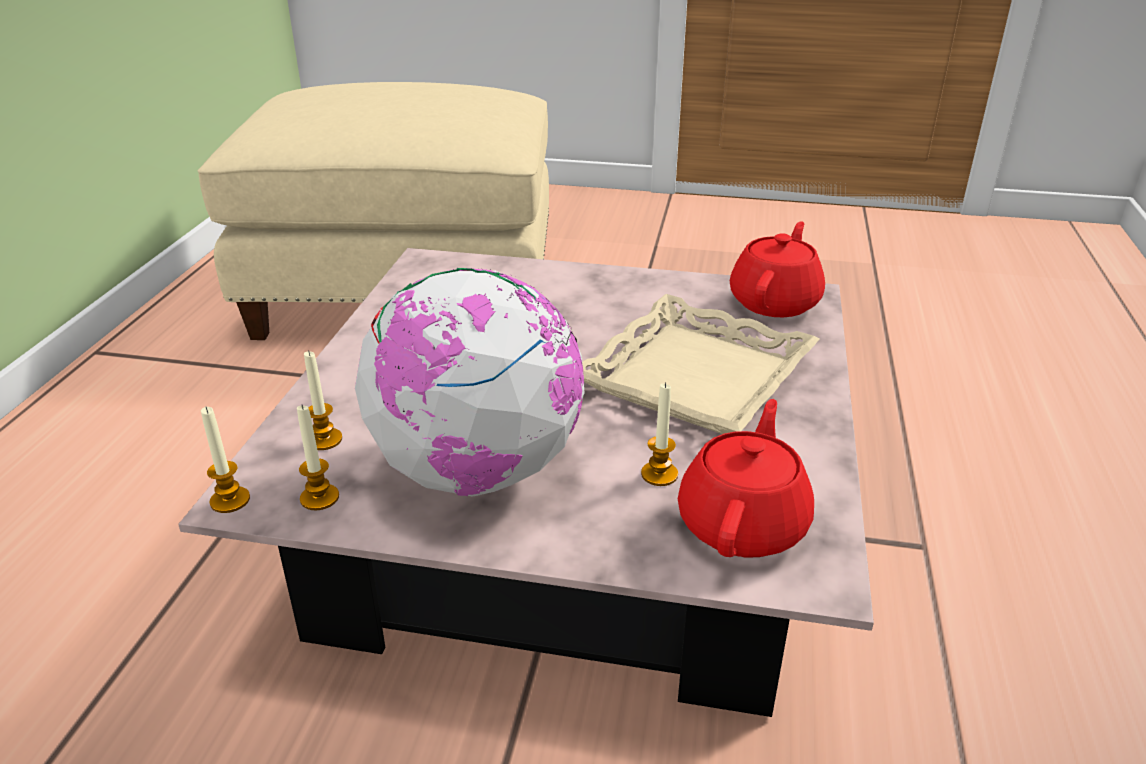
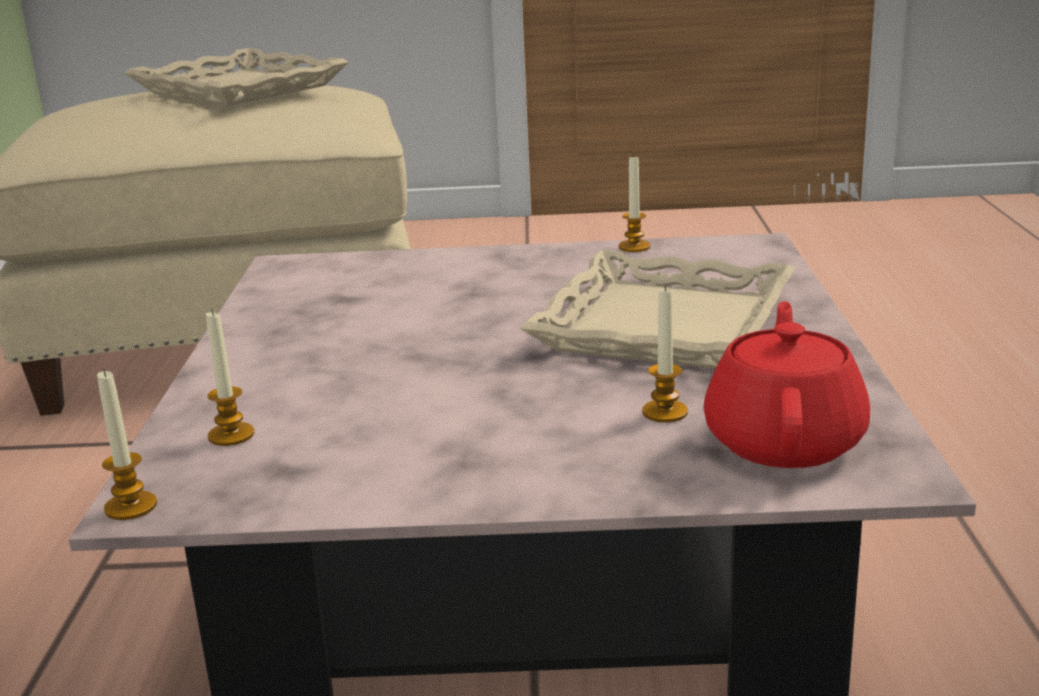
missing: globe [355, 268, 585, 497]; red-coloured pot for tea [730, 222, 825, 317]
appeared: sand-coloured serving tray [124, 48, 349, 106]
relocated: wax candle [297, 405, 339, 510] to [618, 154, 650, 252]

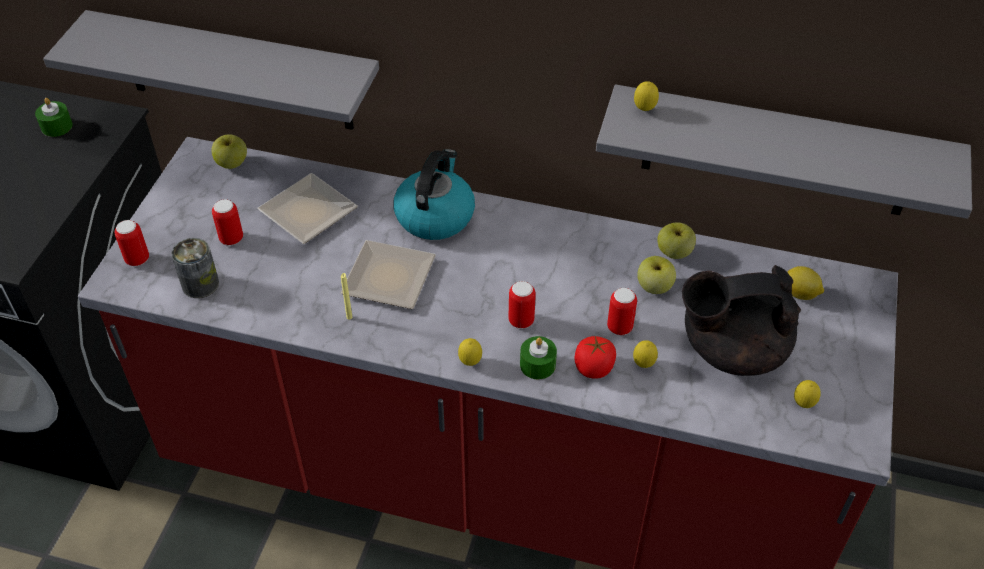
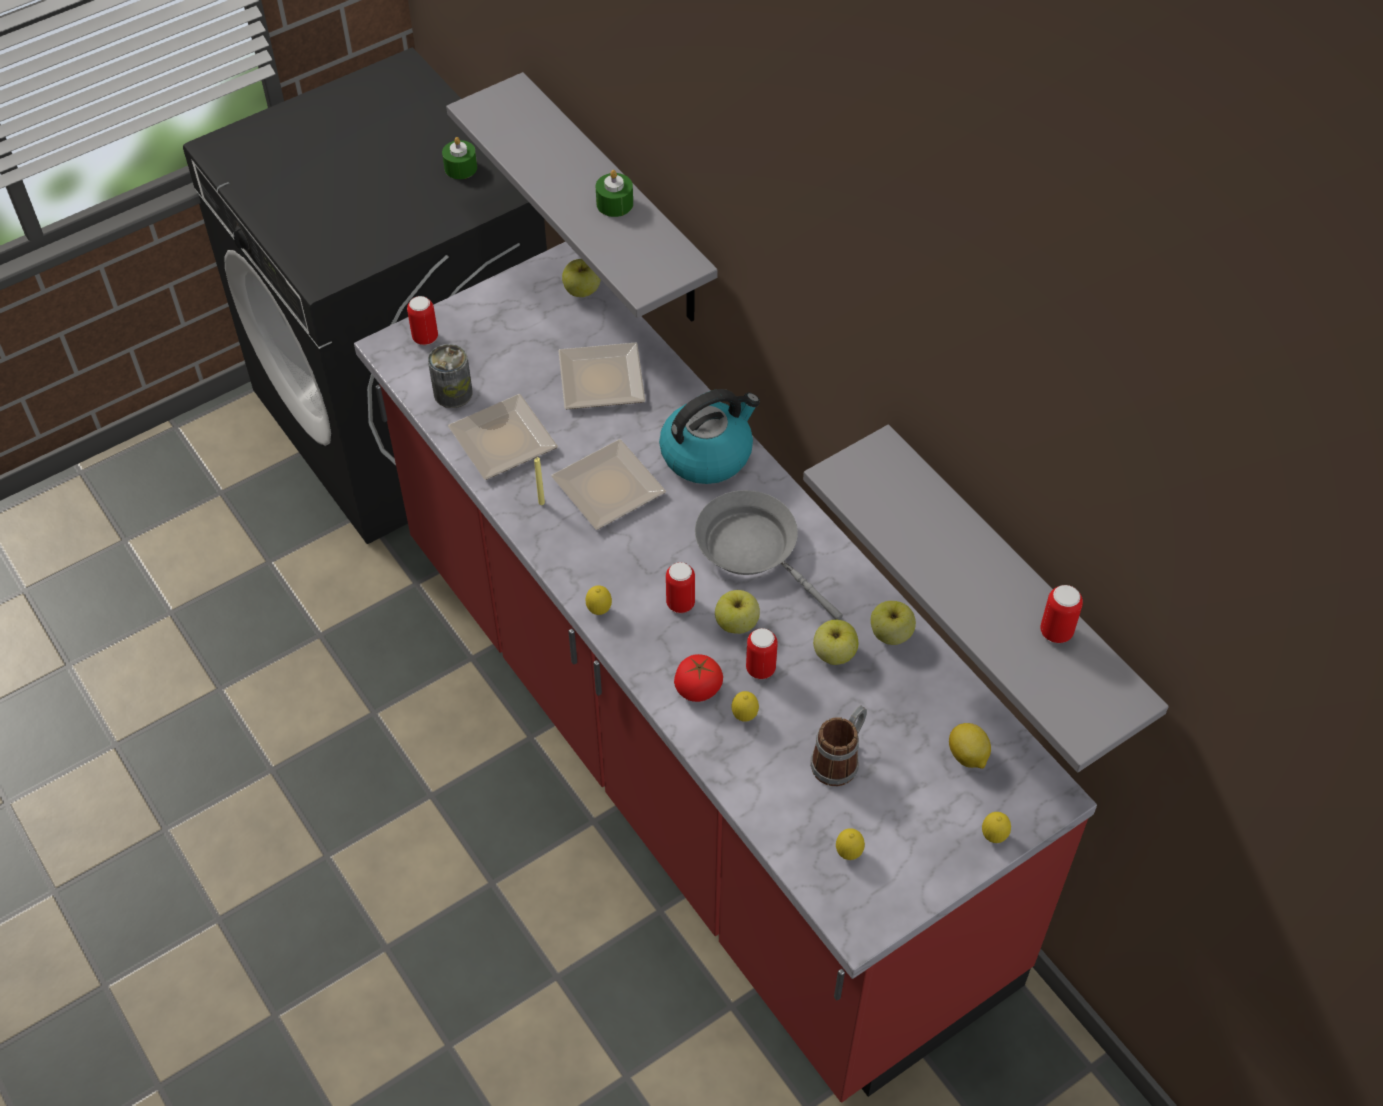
appeared: plate [448, 394, 558, 480]; gray skillet [695, 490, 843, 620]; apple fruit [715, 590, 760, 634]
relocated: can [212, 199, 243, 245] to [1040, 585, 1083, 643]; green-coloured wax candle [520, 336, 557, 380] to [596, 170, 633, 217]; whole lemon [634, 81, 659, 111] to [982, 812, 1011, 843]
exchanged: blackish pot for tea [682, 265, 801, 376] to tea mug [810, 706, 867, 786]

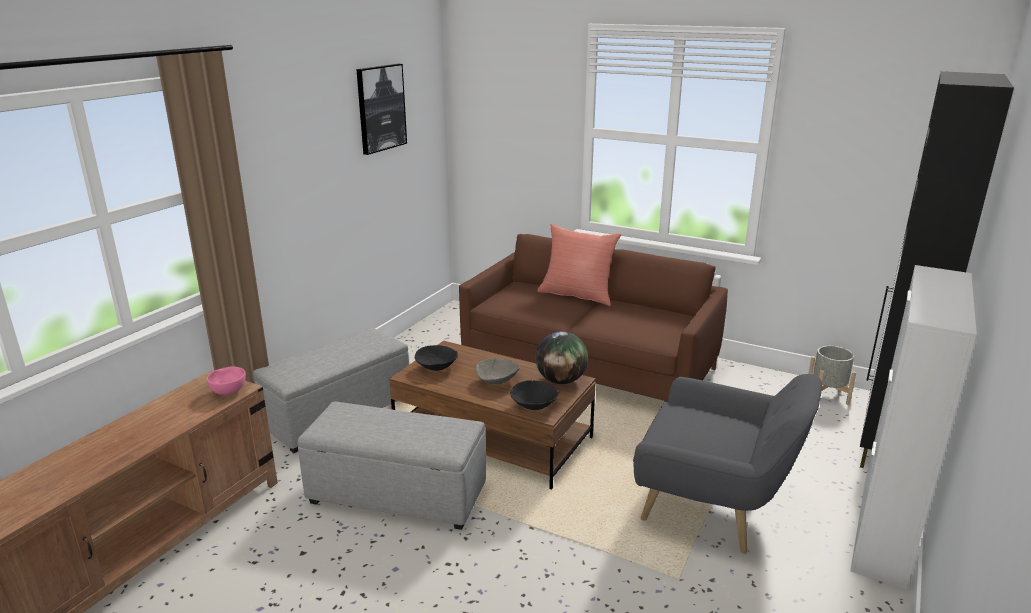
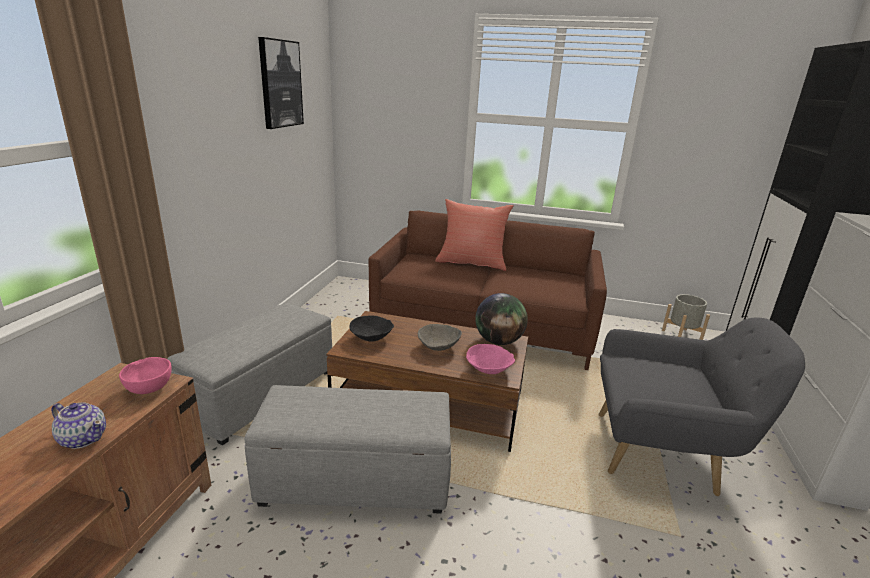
appeared: pot for tea [51, 403, 106, 449]
colour: blackish deep dish [510, 380, 559, 410] to pinkish deep dish [466, 344, 515, 374]

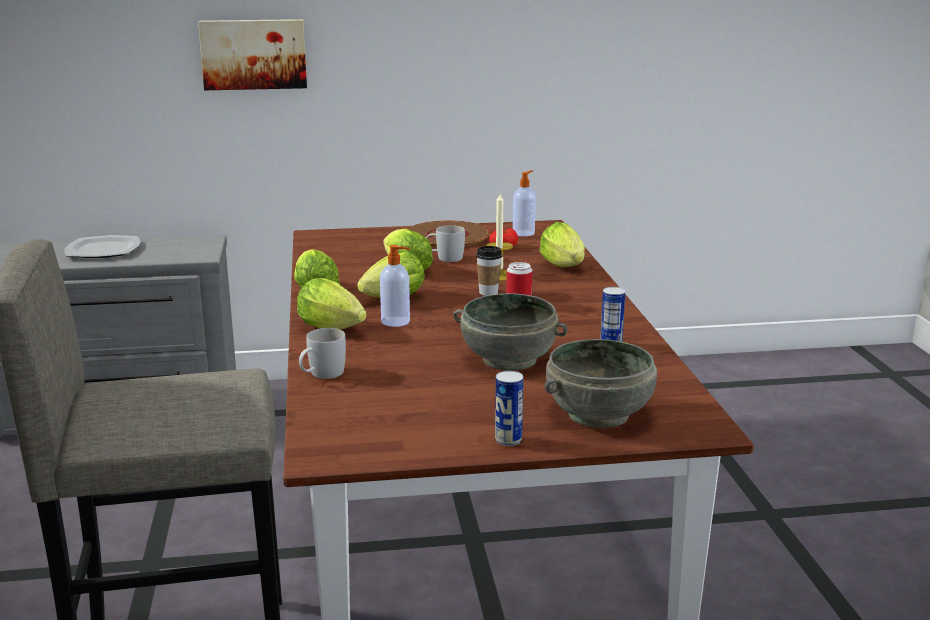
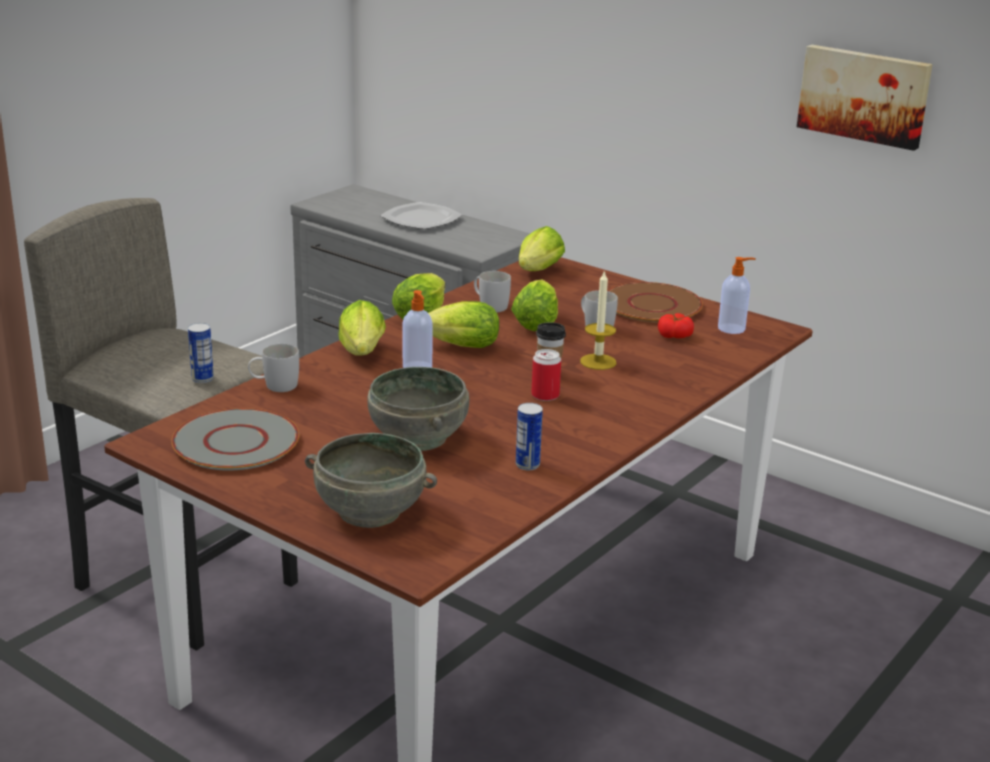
appeared: gray plate [171, 408, 299, 471]; white tea mug [474, 271, 511, 313]
relocated: wall picture [198, 19, 307, 90] to [797, 45, 933, 151]; can [495, 371, 523, 446] to [188, 323, 214, 383]; lettuce head [539, 222, 585, 267] to [519, 226, 565, 271]

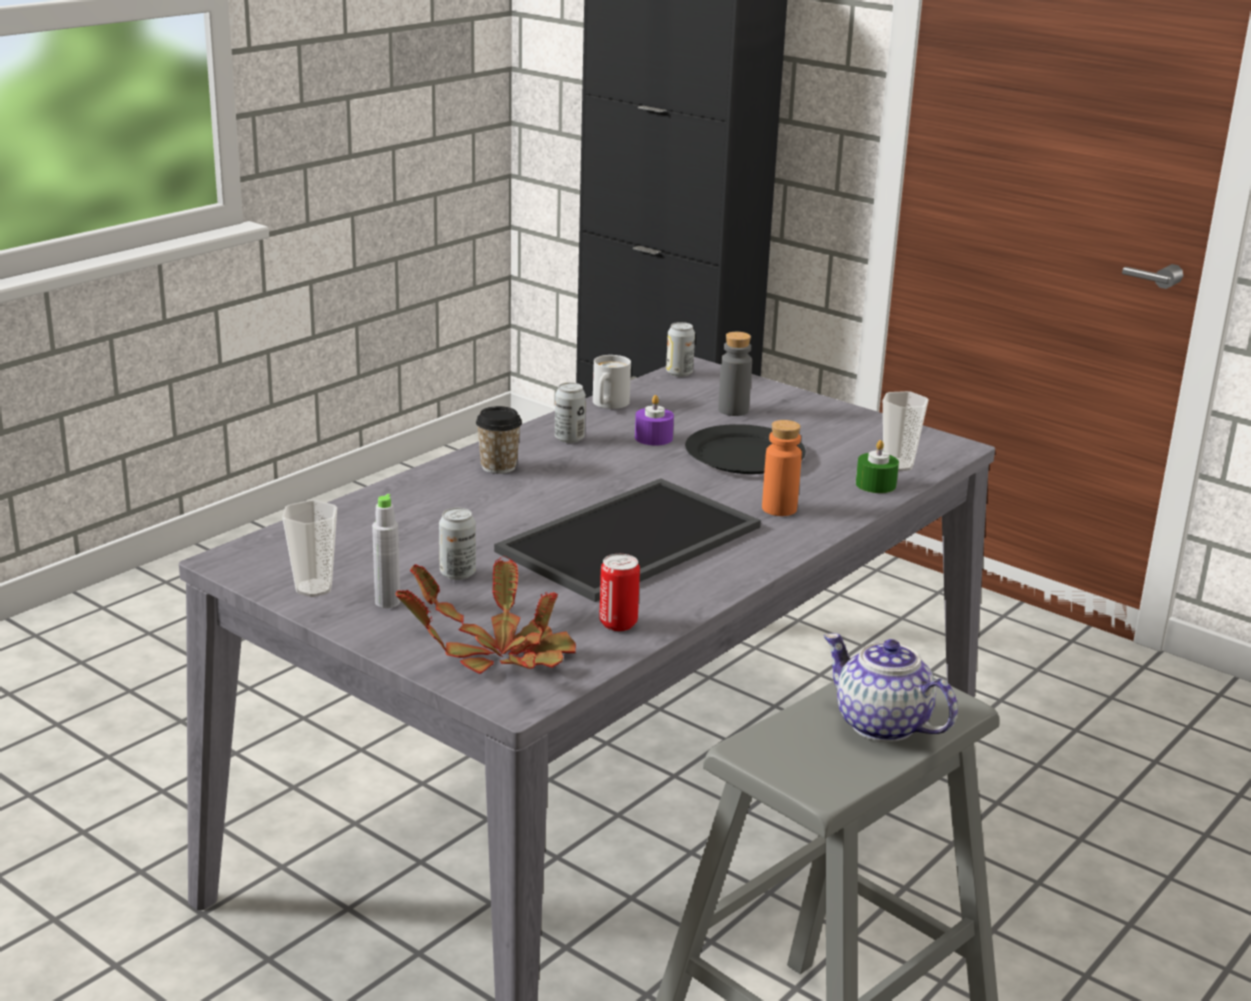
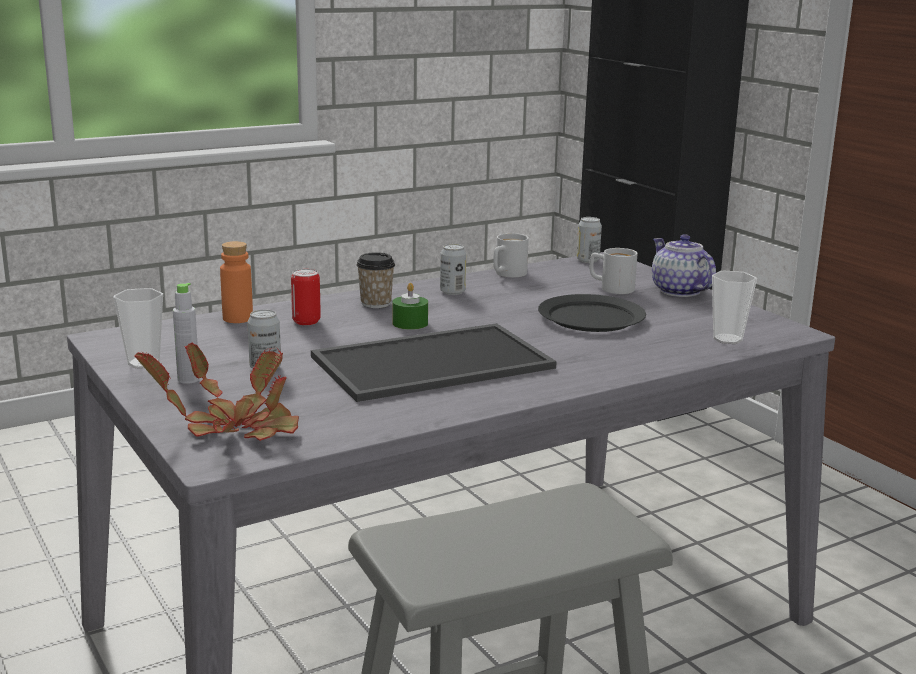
missing: purple-coloured wax candle [635, 395, 674, 445]
relocated: can [599, 554, 640, 631] to [291, 269, 321, 325]; orange drink bottle [762, 420, 802, 516] to [220, 241, 253, 323]; pot for tea [824, 633, 958, 742] to [652, 234, 716, 297]; green-coloured wax candle [856, 440, 899, 493] to [392, 283, 428, 330]
exchanged: gray drink bottle [718, 332, 752, 416] to white tea mug [589, 248, 638, 294]

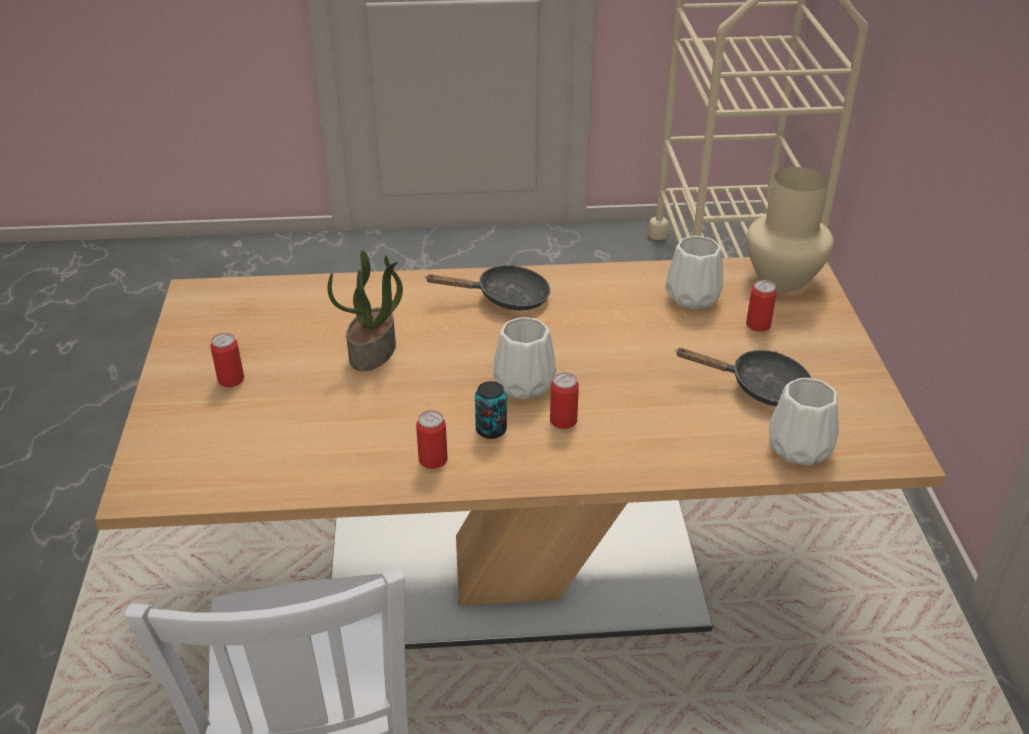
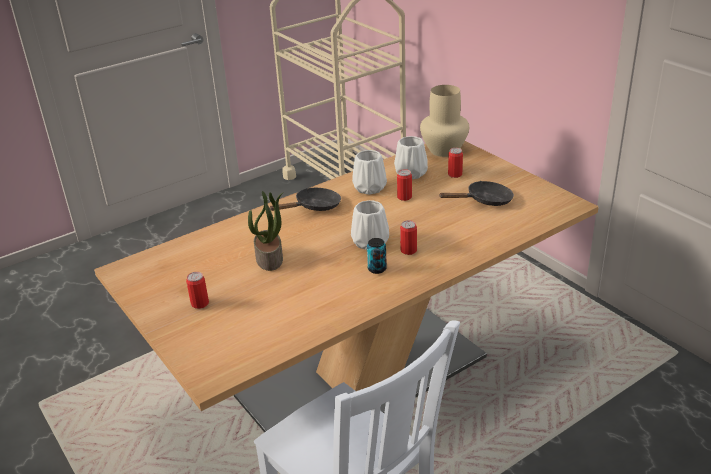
relocated: can [416, 410, 448, 469] to [397, 169, 412, 201]; white vase [769, 378, 839, 466] to [352, 150, 387, 195]

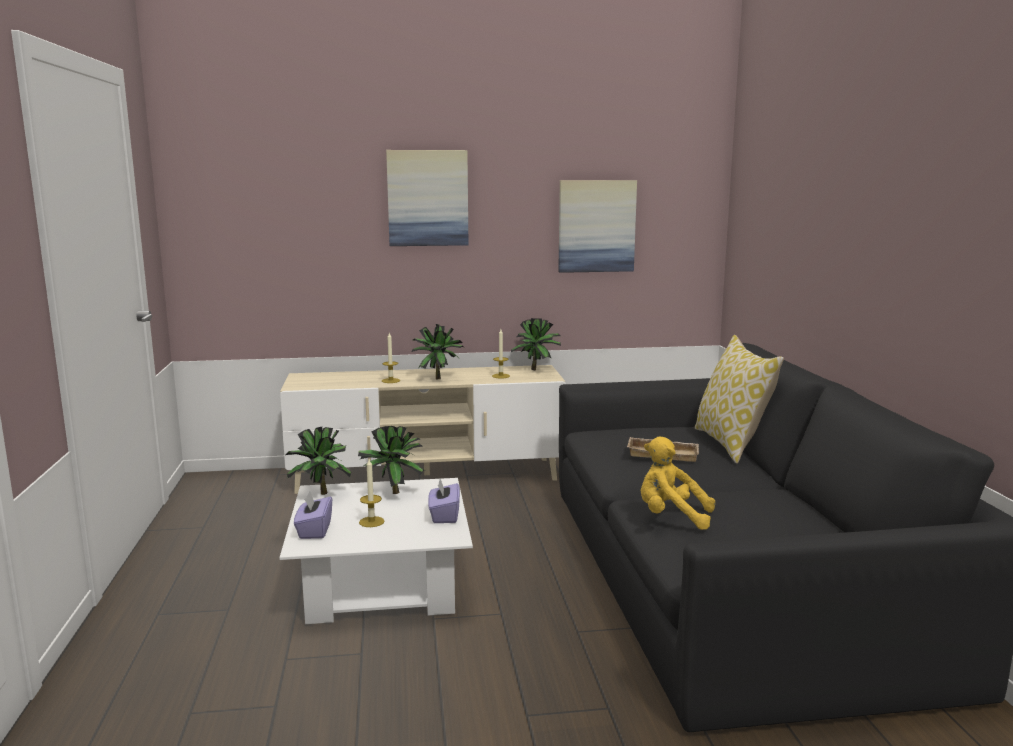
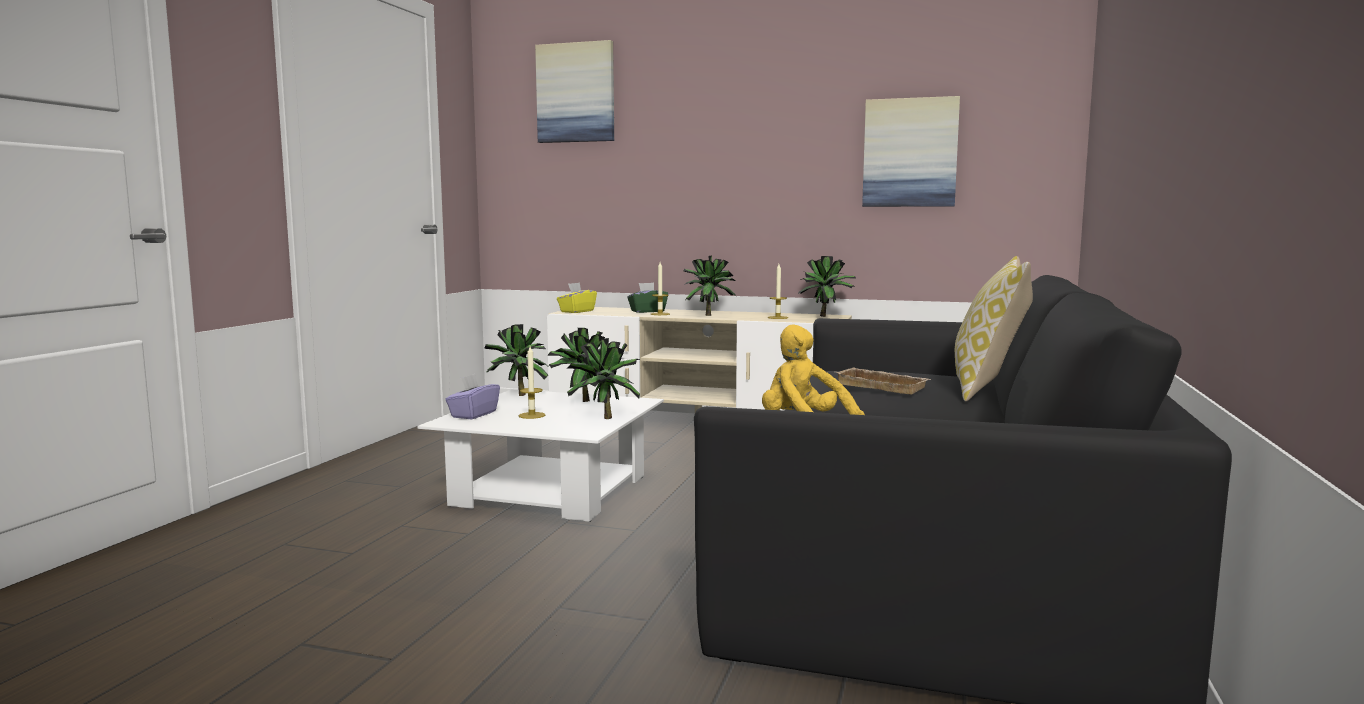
appeared: yellowish tissue box [557, 282, 597, 313]; green-coloured tissue box [627, 283, 668, 313]
relocated: wall picture [386, 150, 468, 246] to [535, 40, 614, 143]
exchanged: purple-coloured tissue box [428, 479, 460, 523] to houseplant [567, 338, 641, 419]

